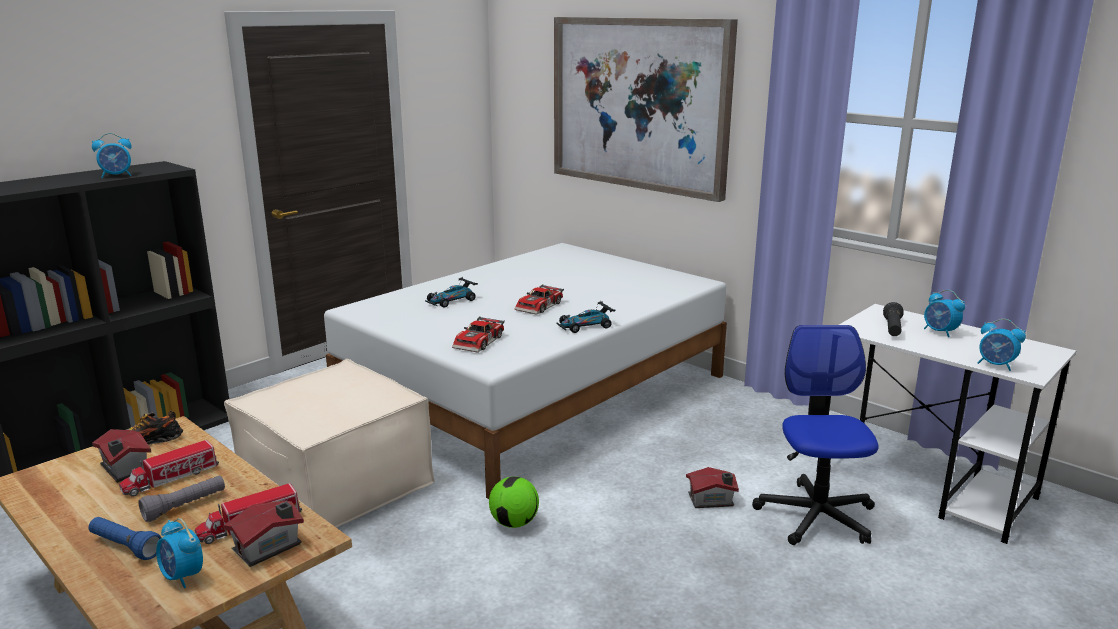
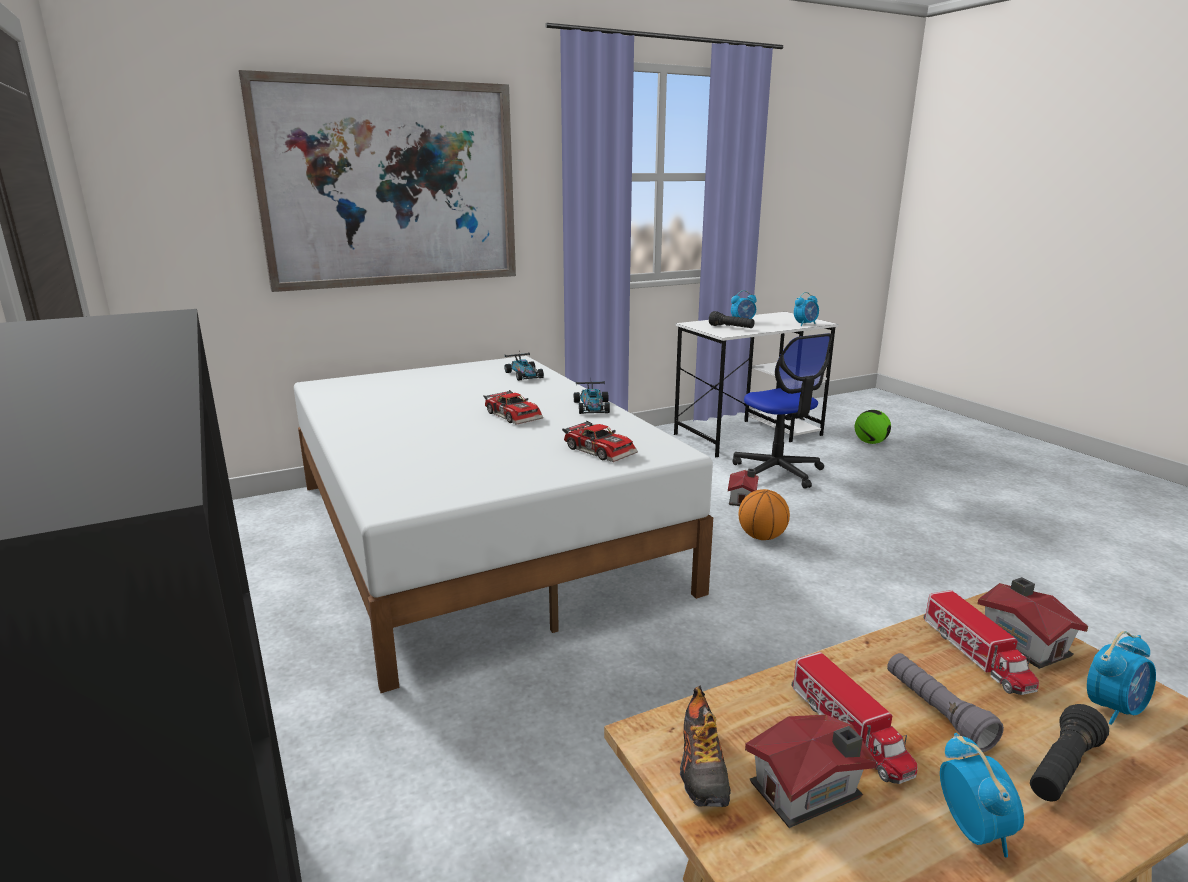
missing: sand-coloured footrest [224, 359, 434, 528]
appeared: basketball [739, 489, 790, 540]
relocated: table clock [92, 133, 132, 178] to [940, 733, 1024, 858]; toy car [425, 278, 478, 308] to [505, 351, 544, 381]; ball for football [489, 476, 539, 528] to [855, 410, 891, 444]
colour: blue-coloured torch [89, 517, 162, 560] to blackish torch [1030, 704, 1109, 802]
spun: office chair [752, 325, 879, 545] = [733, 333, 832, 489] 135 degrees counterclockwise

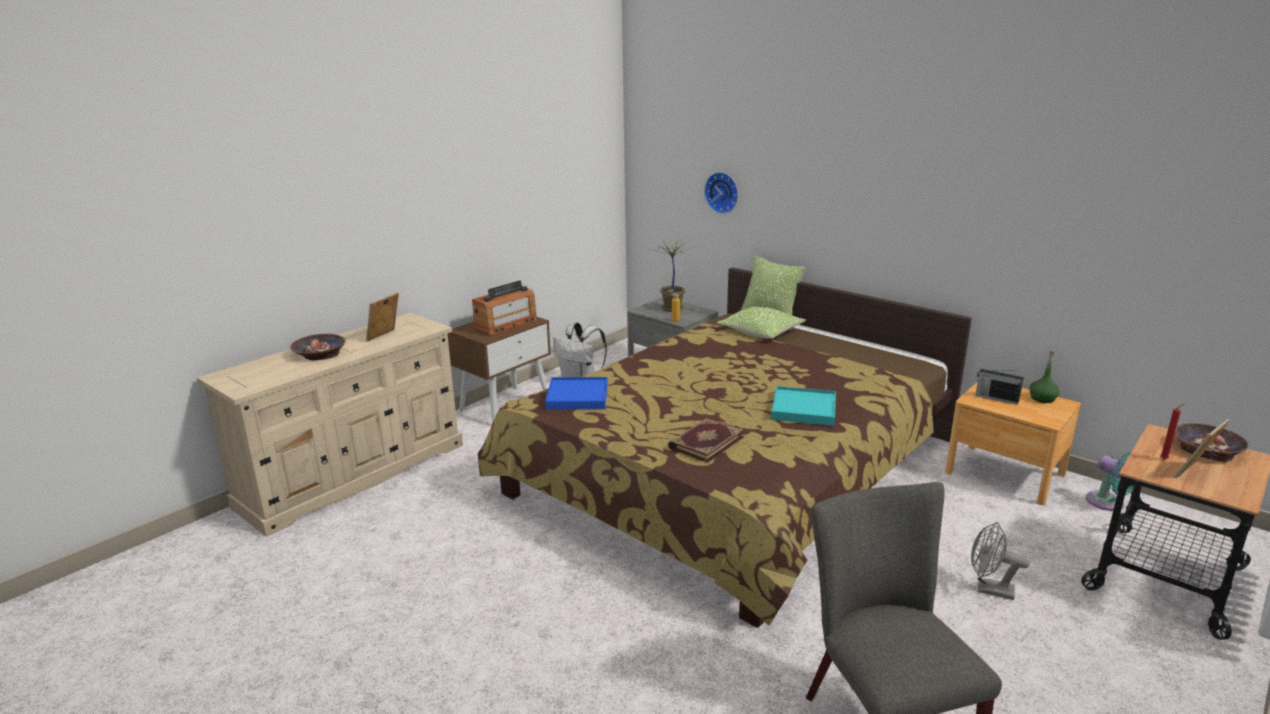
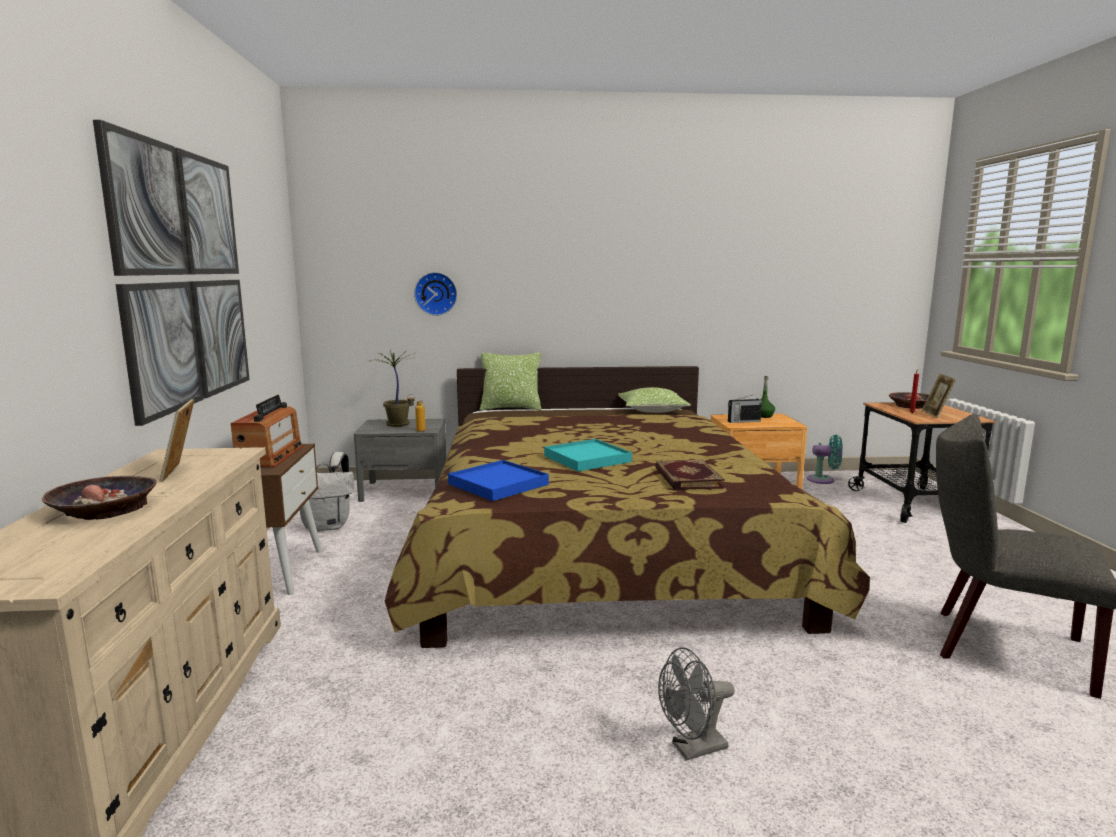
appeared: wall picture [93, 120, 250, 426]
relocated: throw pillow [717, 306, 806, 339] to [618, 387, 691, 413]; turquoise-coloured serving tray [771, 386, 836, 426] to [544, 439, 632, 472]; gray fan [971, 522, 1030, 600] to [658, 647, 735, 760]

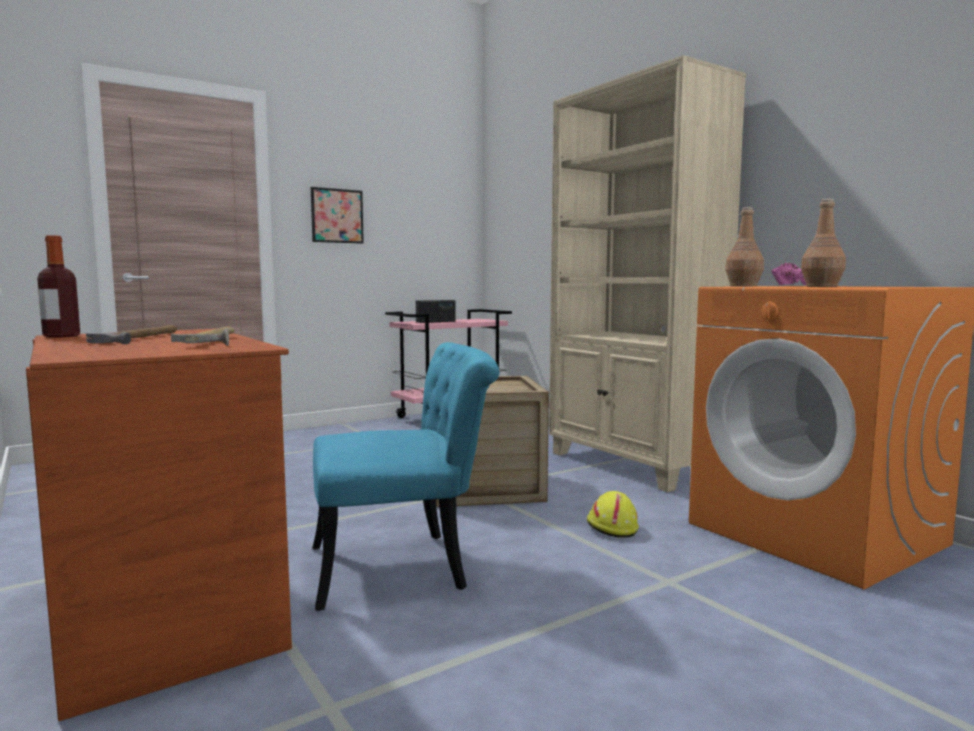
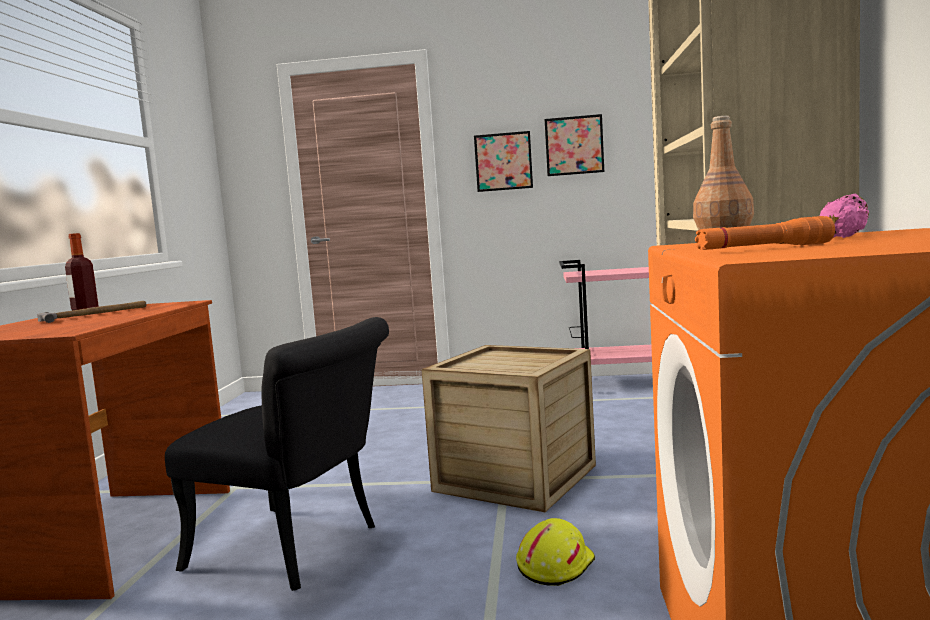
missing: hand hammer [171, 327, 235, 346]; radio set [416, 300, 456, 323]
appeared: wall picture [544, 114, 604, 176]
exchanged: brownish drink bottle [801, 199, 846, 287] to orange torch [695, 216, 835, 250]
colour: turquoise-coloured upright chair [312, 342, 499, 611] to blackish upright chair [165, 317, 389, 591]

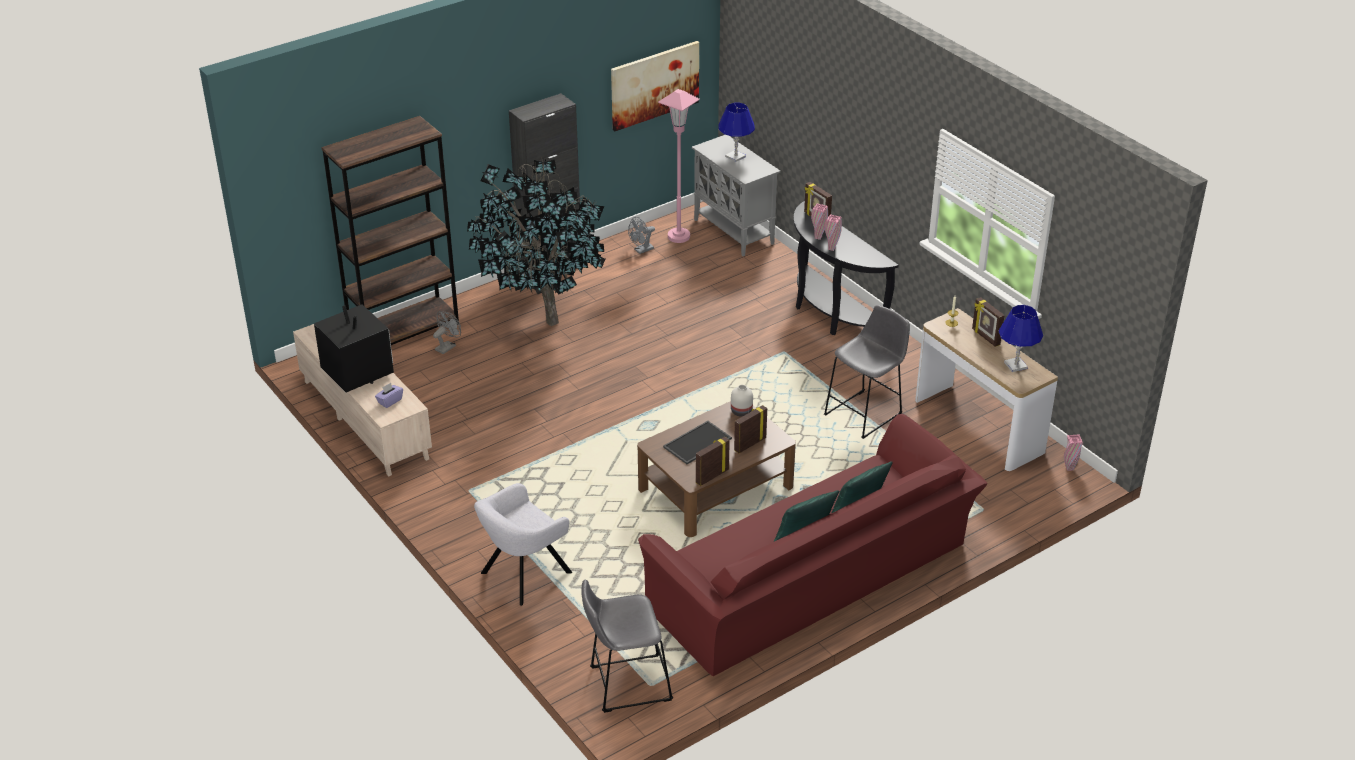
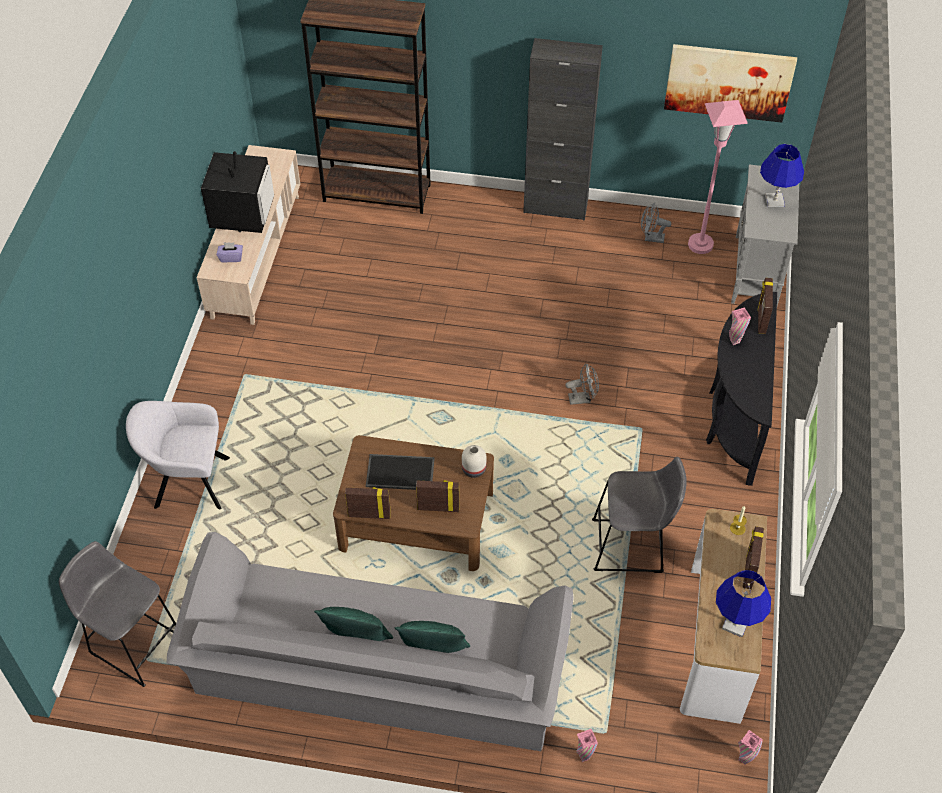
missing: houseplant [467, 159, 605, 326]
relocated: gray fan [433, 311, 461, 354] to [565, 364, 599, 405]; pinkish vase [825, 214, 842, 251] to [576, 729, 598, 762]
colour: red-coloured sofa [638, 414, 988, 676] to gray sofa [167, 532, 574, 751]

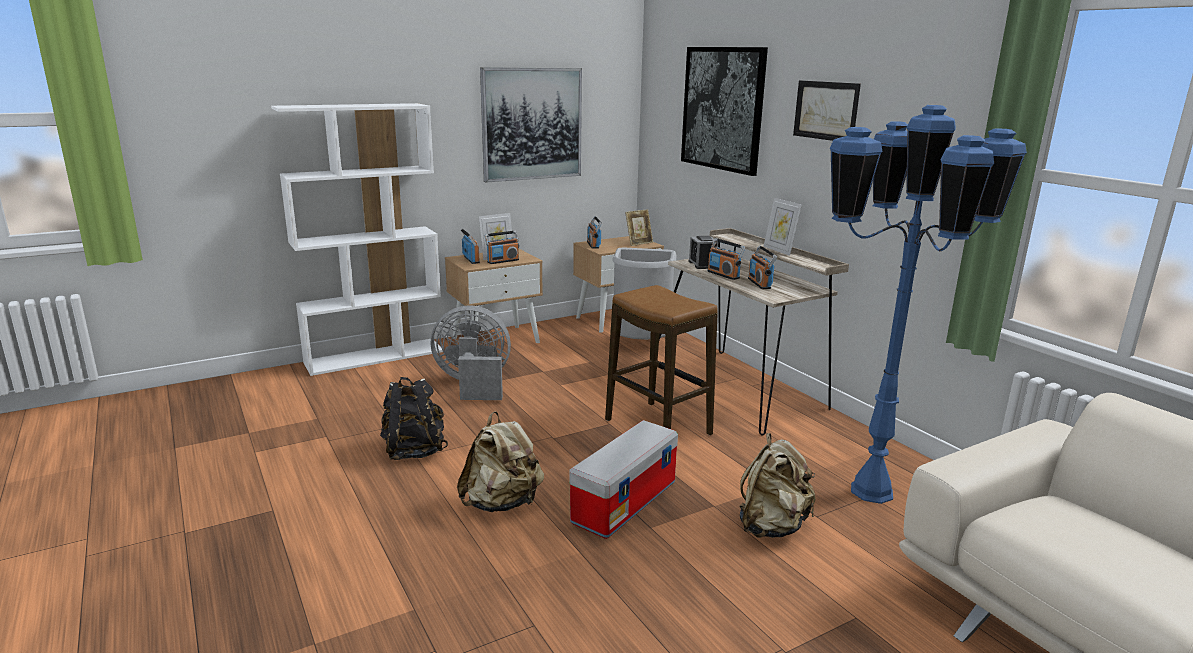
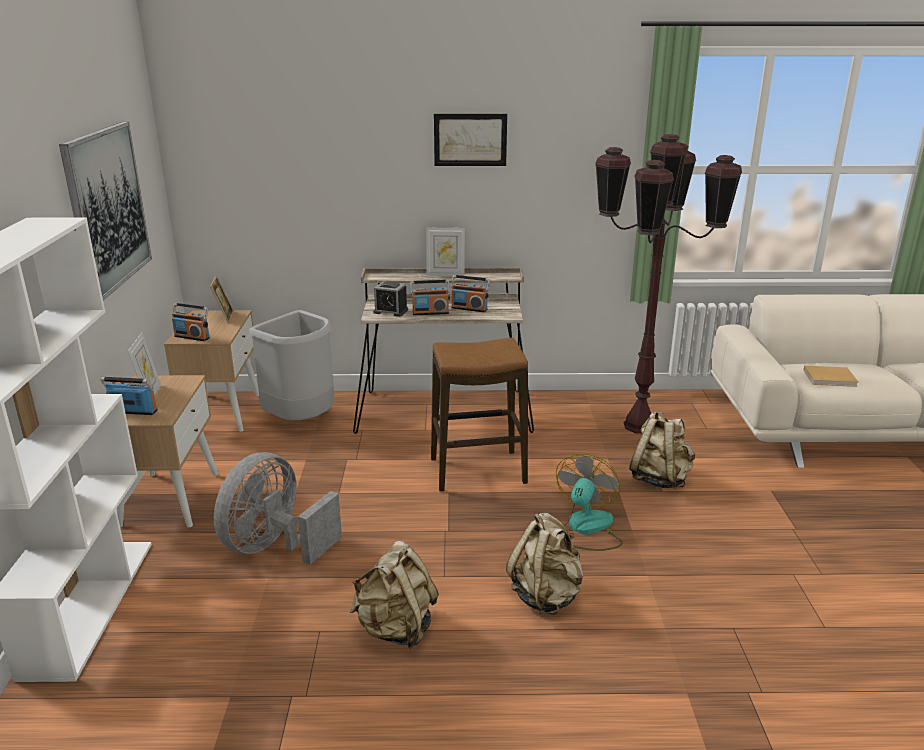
missing: radio set [484, 231, 519, 264]; wall picture [681, 47, 768, 176]
appeared: sand-coloured volume [803, 366, 858, 387]
exchanged: storage bin [569, 420, 678, 539] to fan [556, 453, 623, 551]
colour: blackish knapsack [380, 377, 448, 460] to sand-coloured knapsack [350, 541, 439, 649]; blue-coloured floor lamp [830, 105, 1027, 504] to brownish floor lamp [595, 134, 742, 434]

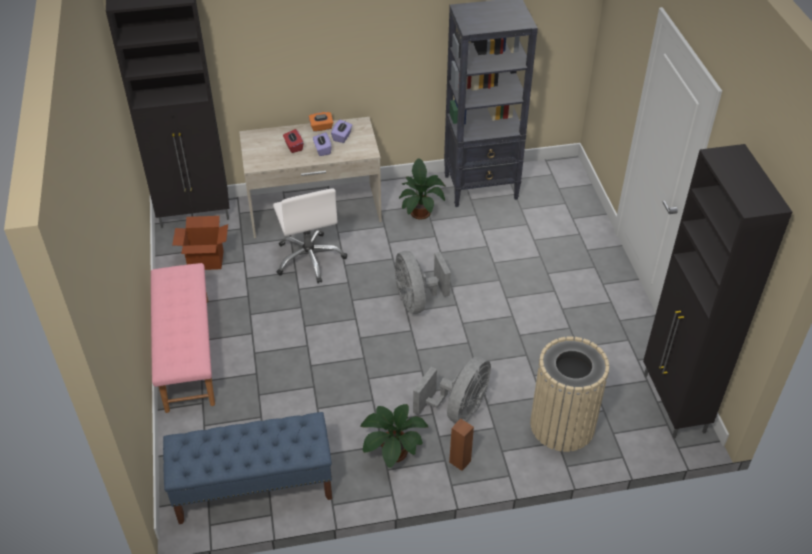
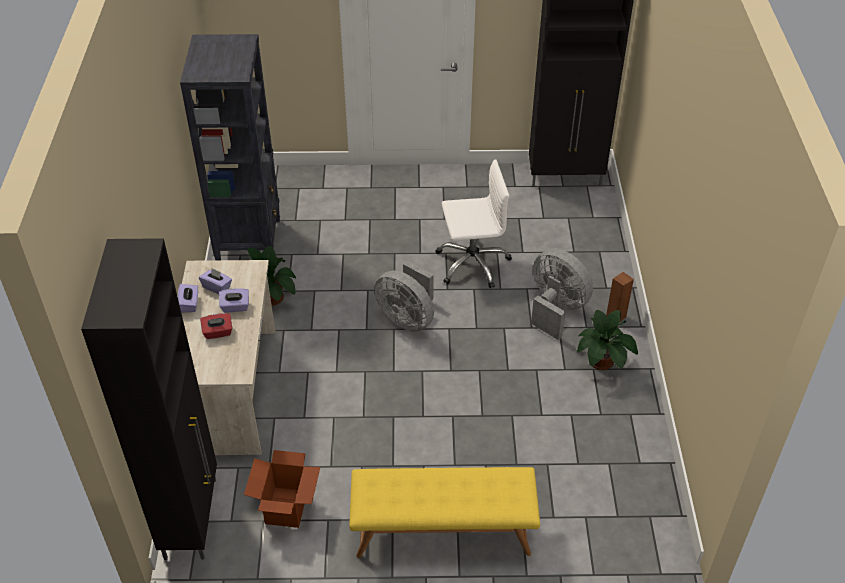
missing: blue-coloured bench [163, 412, 332, 524]; sand-coloured rubbish bin [530, 336, 609, 452]
relocated: white office chair [273, 189, 347, 283] to [435, 159, 512, 289]
colour: pinkish bench [151, 263, 215, 413] to yellowish bench [349, 467, 540, 558]; orange tissue box [308, 112, 333, 132] to purple-coloured tissue box [178, 284, 198, 313]
spun: gray fan [395, 251, 451, 314] = [374, 261, 434, 332] 45 degrees clockwise

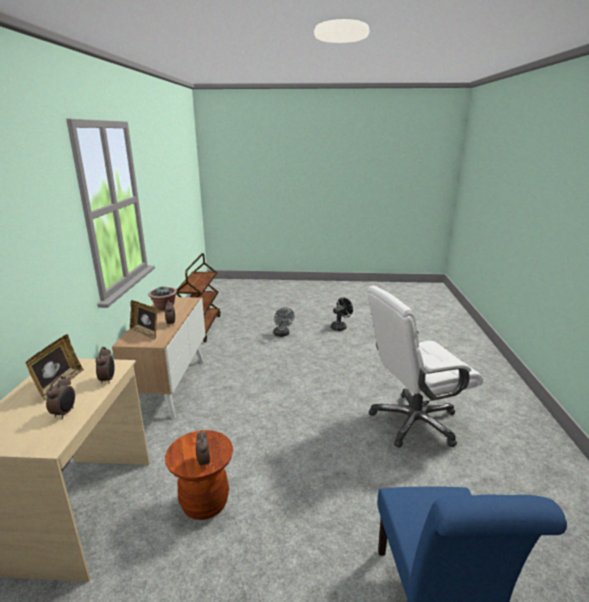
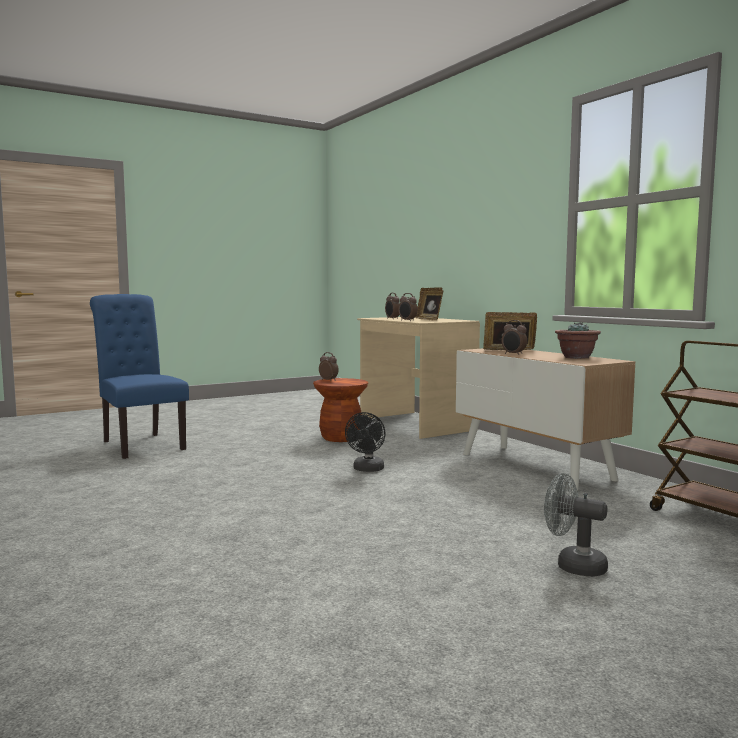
missing: white office chair [368, 286, 483, 448]
relocated: blackish fan [331, 298, 353, 331] to [345, 412, 386, 472]

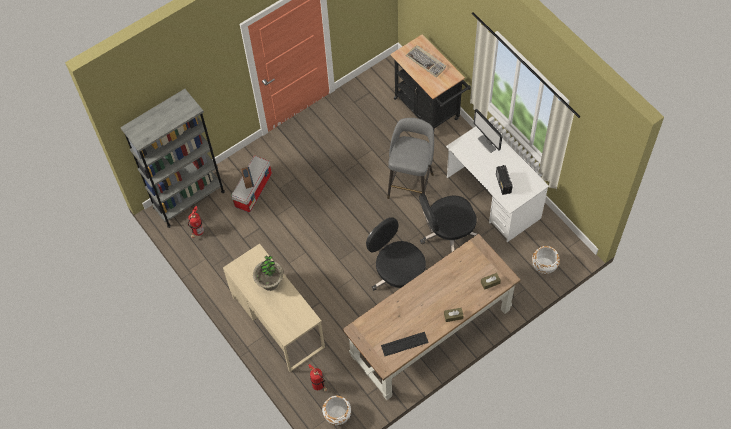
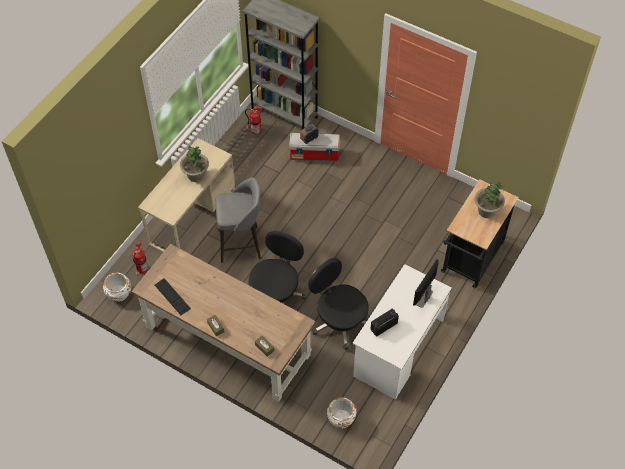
relocated: gray stool seat [387, 118, 434, 199] to [215, 178, 261, 263]
exchanged: keyboard [406, 45, 446, 77] to houseplant [474, 182, 505, 218]

